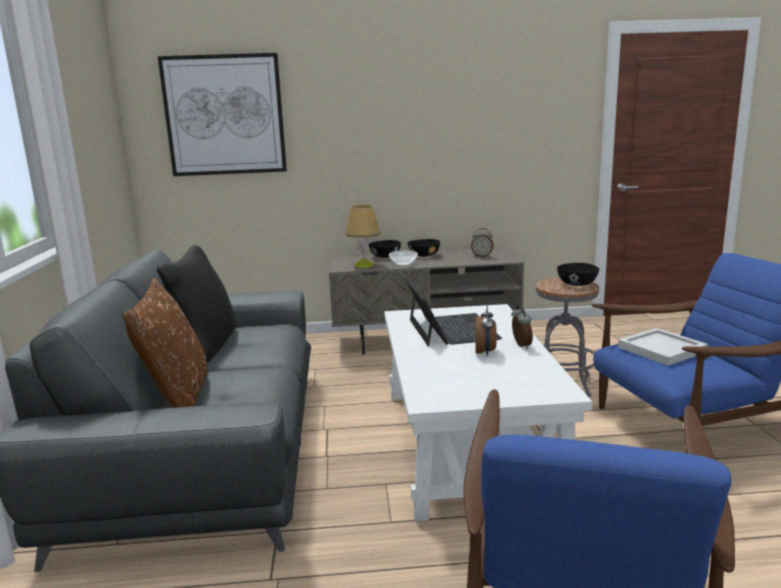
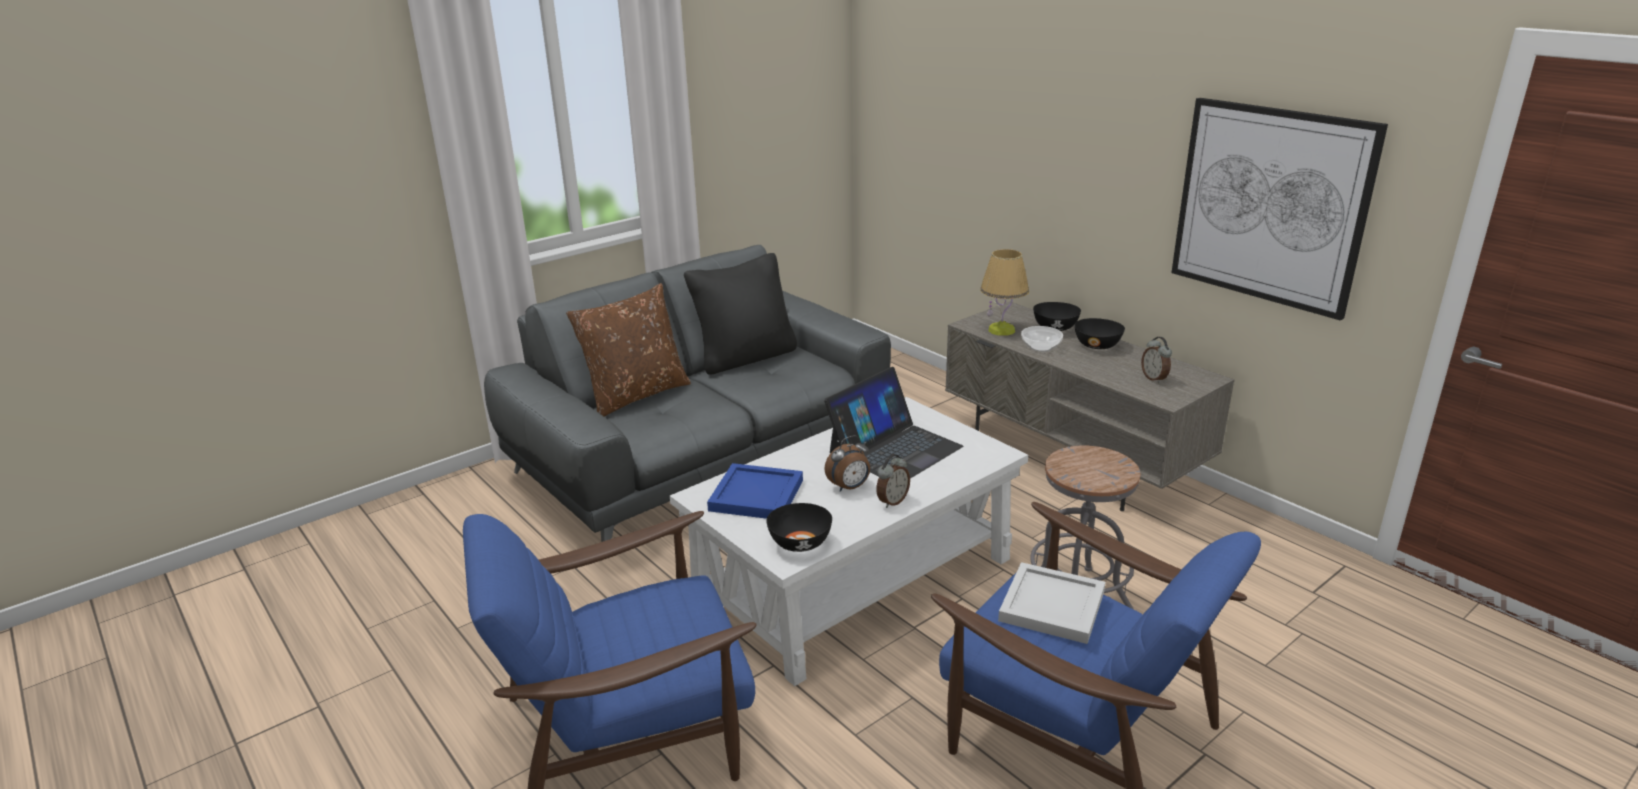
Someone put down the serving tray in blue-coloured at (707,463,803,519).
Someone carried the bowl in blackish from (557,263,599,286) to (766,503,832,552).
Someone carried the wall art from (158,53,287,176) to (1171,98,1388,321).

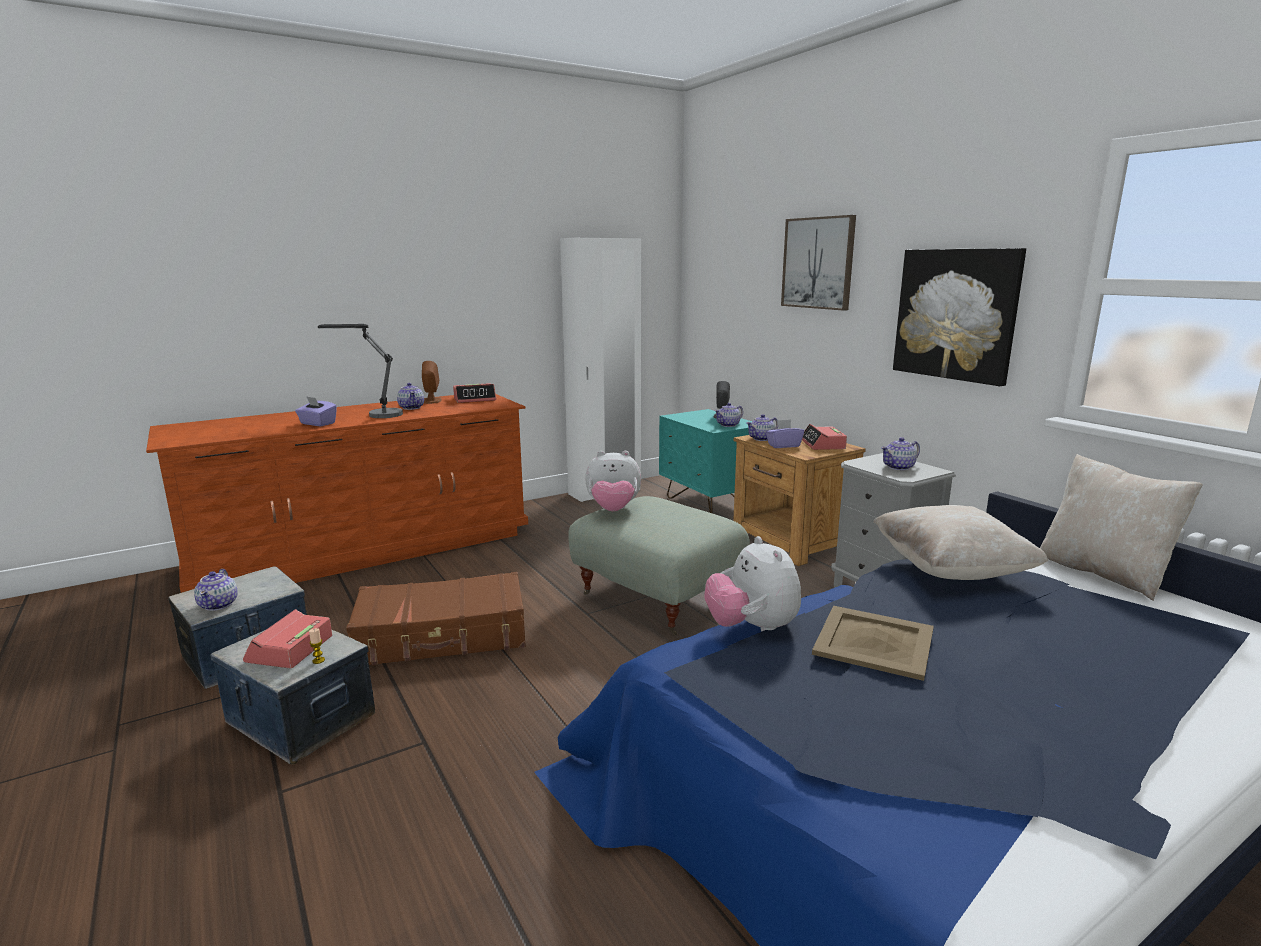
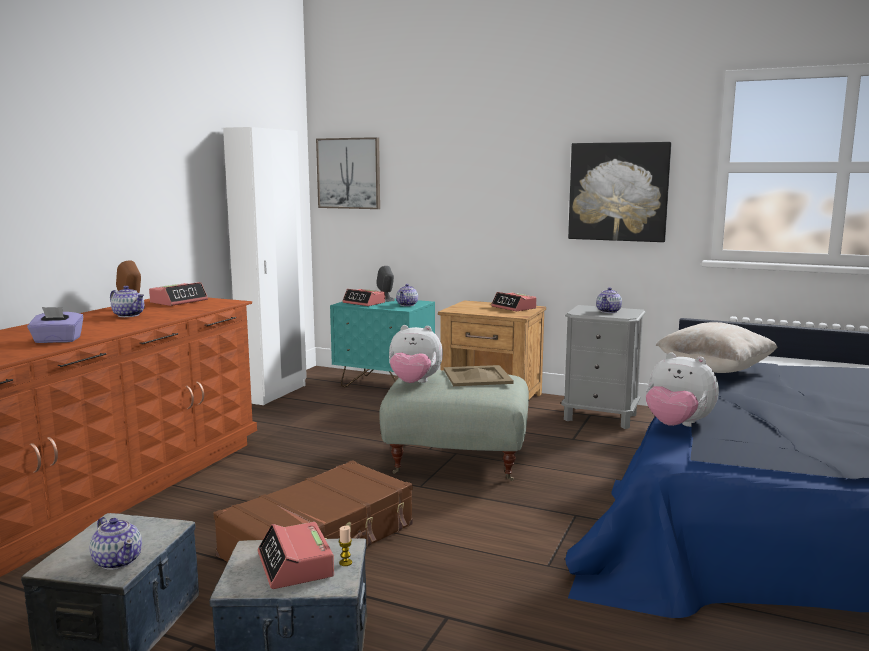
Someone carried the wall art from (781,215,856,311) to (316,137,380,209).
Someone put down the table clock at (342,289,385,306).
Someone rotated the soft toy at (585,451,641,511) by 45 degrees clockwise.
Someone carried the serving tray in beige-coloured from (812,606,934,681) to (444,365,514,386).
Someone took away the table lamp at (318,324,403,418).
Someone took away the tea pot at (746,414,778,441).
Someone took away the box of tissues in purplish at (766,419,804,448).
Someone took away the pillow in beige-coloured at (1040,454,1203,601).

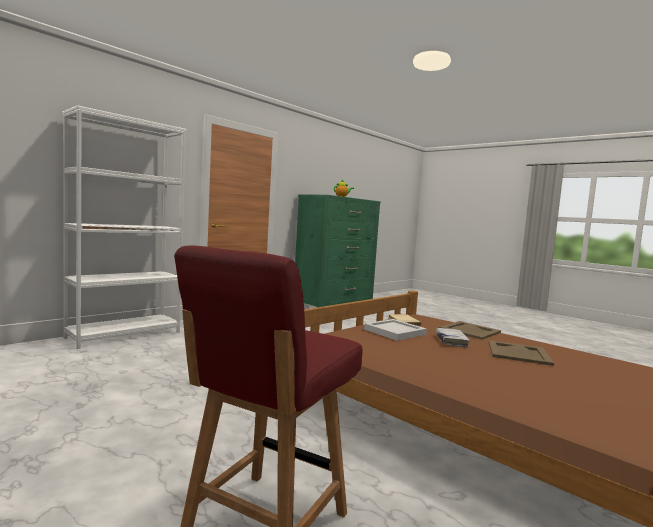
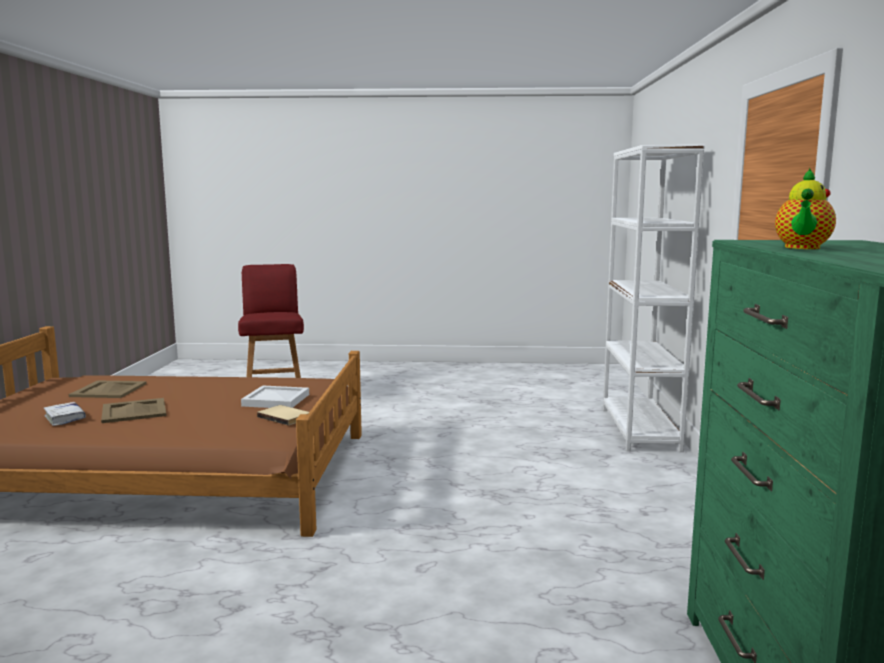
Someone carried the bound book in white from (436,328,470,348) to (44,402,86,426).
Someone carried the serving tray in beige-coloured from (439,321,501,340) to (69,380,146,398).

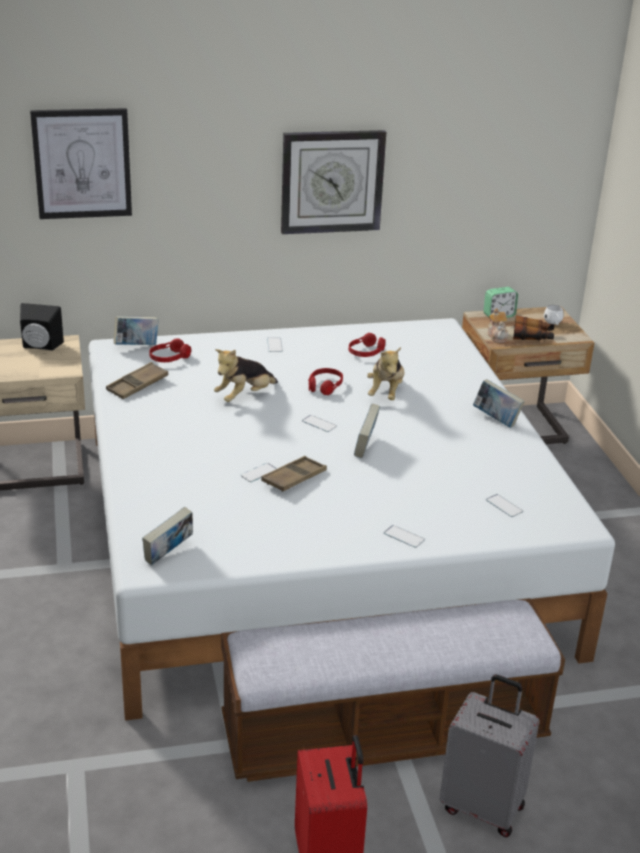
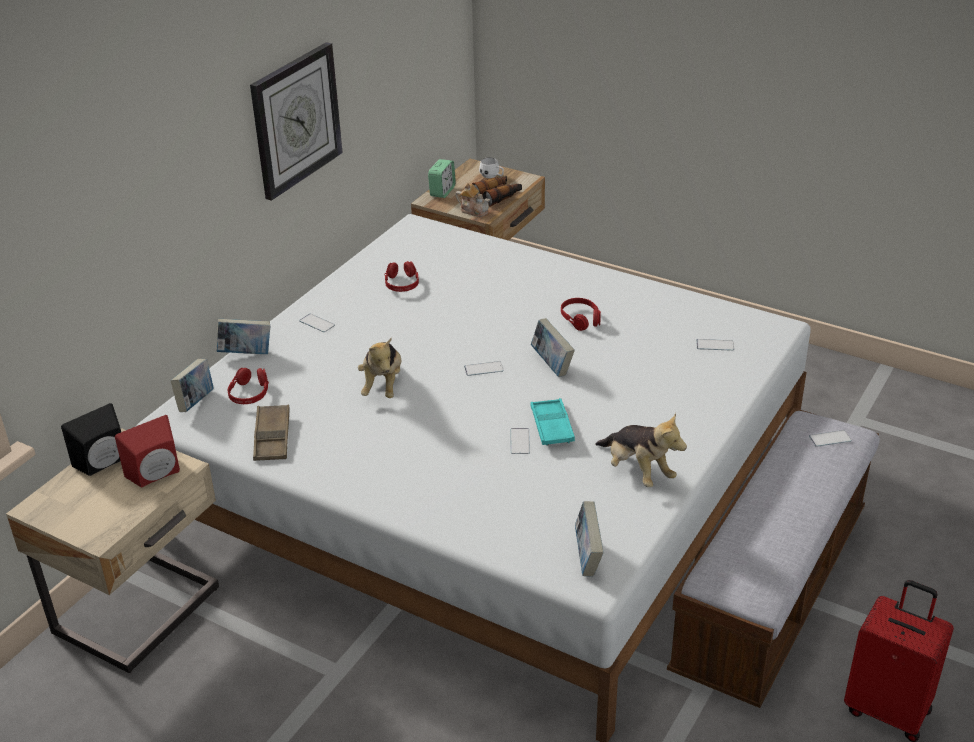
Someone put down the speaker in red-coloured at (115,415,180,487).
Someone carried the bound book from (473,379,525,428) to (217,319,271,354).
Someone repainted the serving tray in brownish at (261,456,327,492), which became the serving tray in turquoise-coloured at (531,398,575,446).
Someone carried the pair of headphones in red-coloured from (308,368,343,395) to (561,298,601,331).
Someone carried the soft toy from (367,347,404,400) to (595,413,687,487).
Someone carried the telephone from (384,525,425,548) to (809,430,852,447).
Someone took away the wall art at (30,108,132,219).
Someone took away the travel case in greyish at (440,674,539,837).

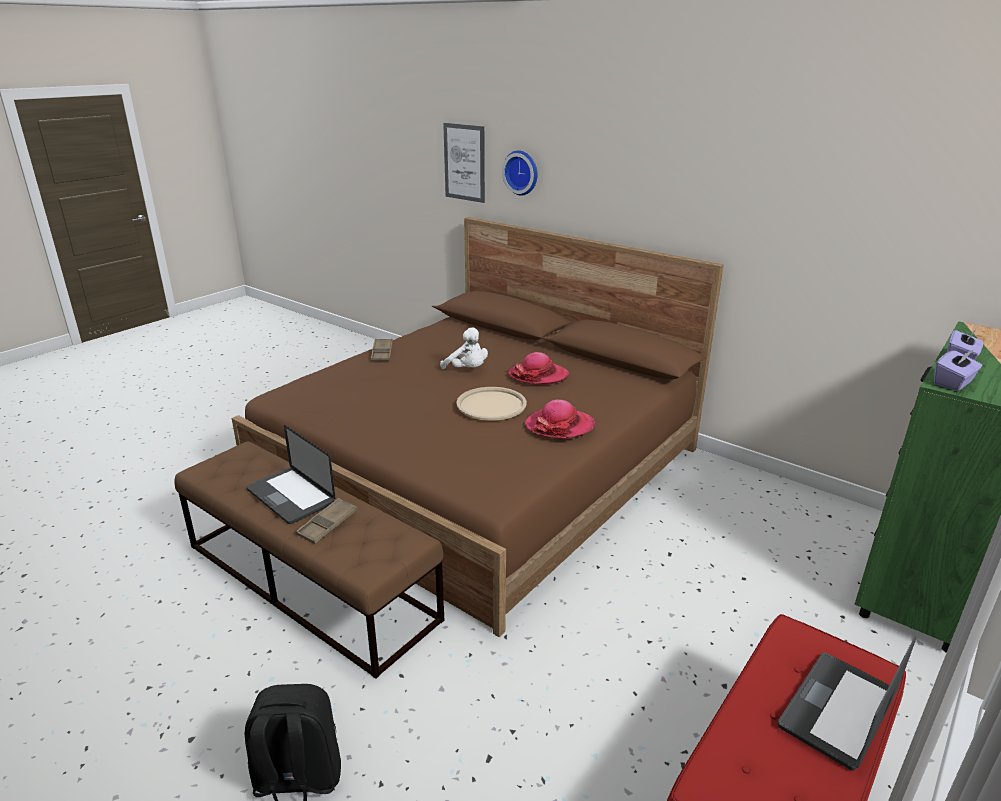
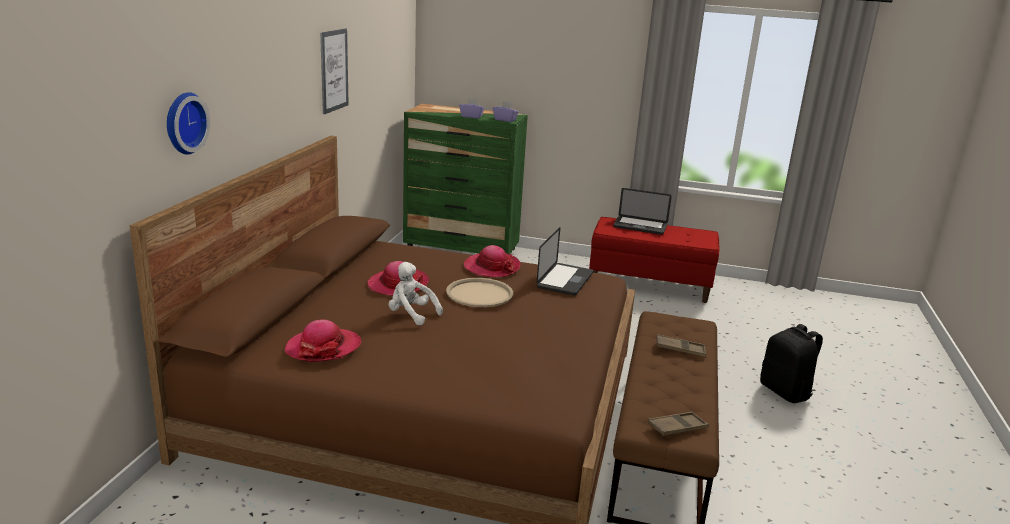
Someone put down the wearable hat at (285,319,361,362).
Someone carried the wall art from (443,123,485,203) to (320,28,349,114).
Someone rotated the soft toy in white at (440,327,488,369) by 75 degrees counterclockwise.
Someone carried the portable computer from (246,425,335,524) to (537,227,594,296).
Someone carried the serving tray in brownish from (371,339,393,361) to (647,412,709,436).

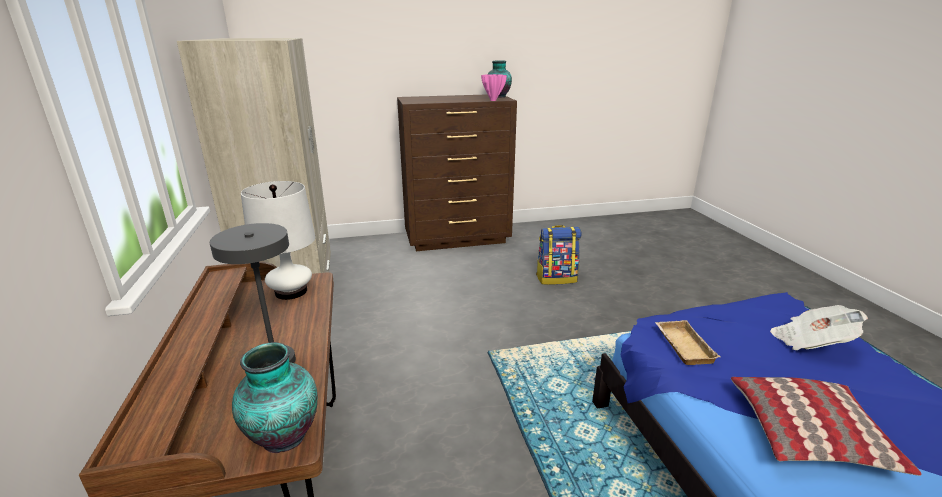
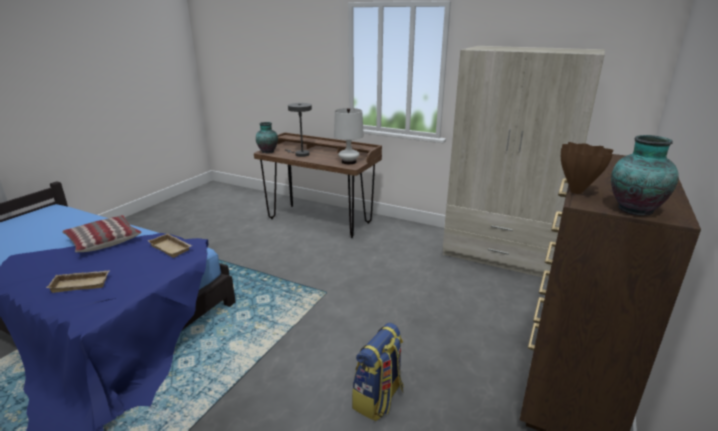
Someone swapped the daily paper at (770,305,868,350) for the serving tray in beige-coloured at (46,270,110,293).
Someone repainted the flower vase in pink-coloured at (481,74,507,101), which became the flower vase in brownish at (561,142,613,194).

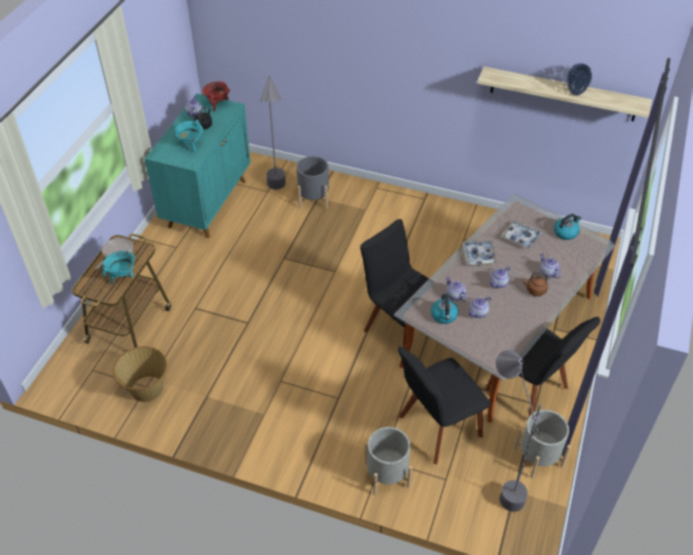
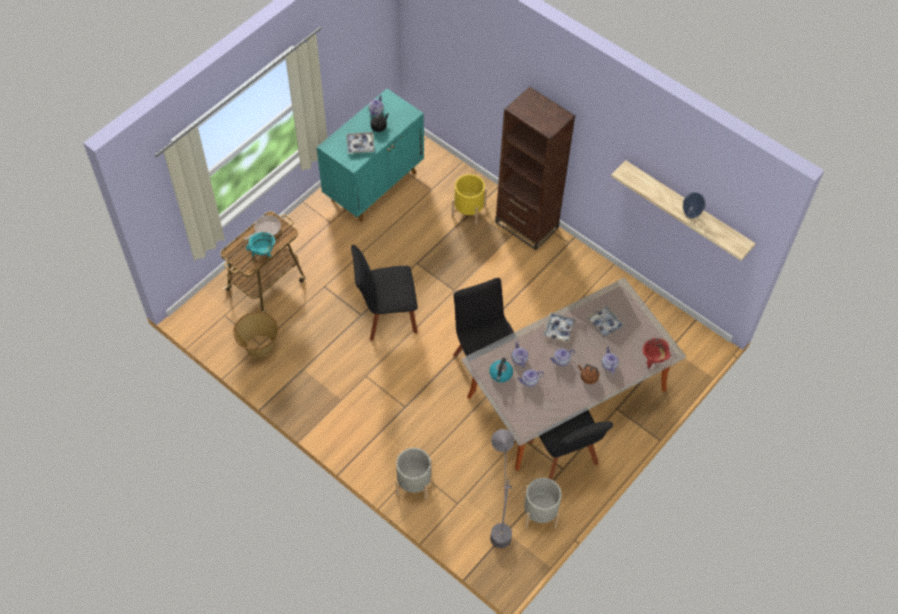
Someone swapped the cooking pot in turquoise-coloured at (175,119,203,152) for the serving tray at (346,132,375,153).
Someone carried the chair in blackish from (398,347,491,464) to (351,245,418,341).
Someone repainted the flower pot in greyish at (297,156,329,209), which became the flower pot in yellow at (452,174,487,225).
Someone put down the bookcase in brownish at (495,86,575,250).
Someone carried the cooking pot in red-coloured from (202,81,230,112) to (643,338,671,369).
Someone took away the standing lamp in greyish at (261,76,286,190).
Someone took away the tea kettle at (554,214,581,240).

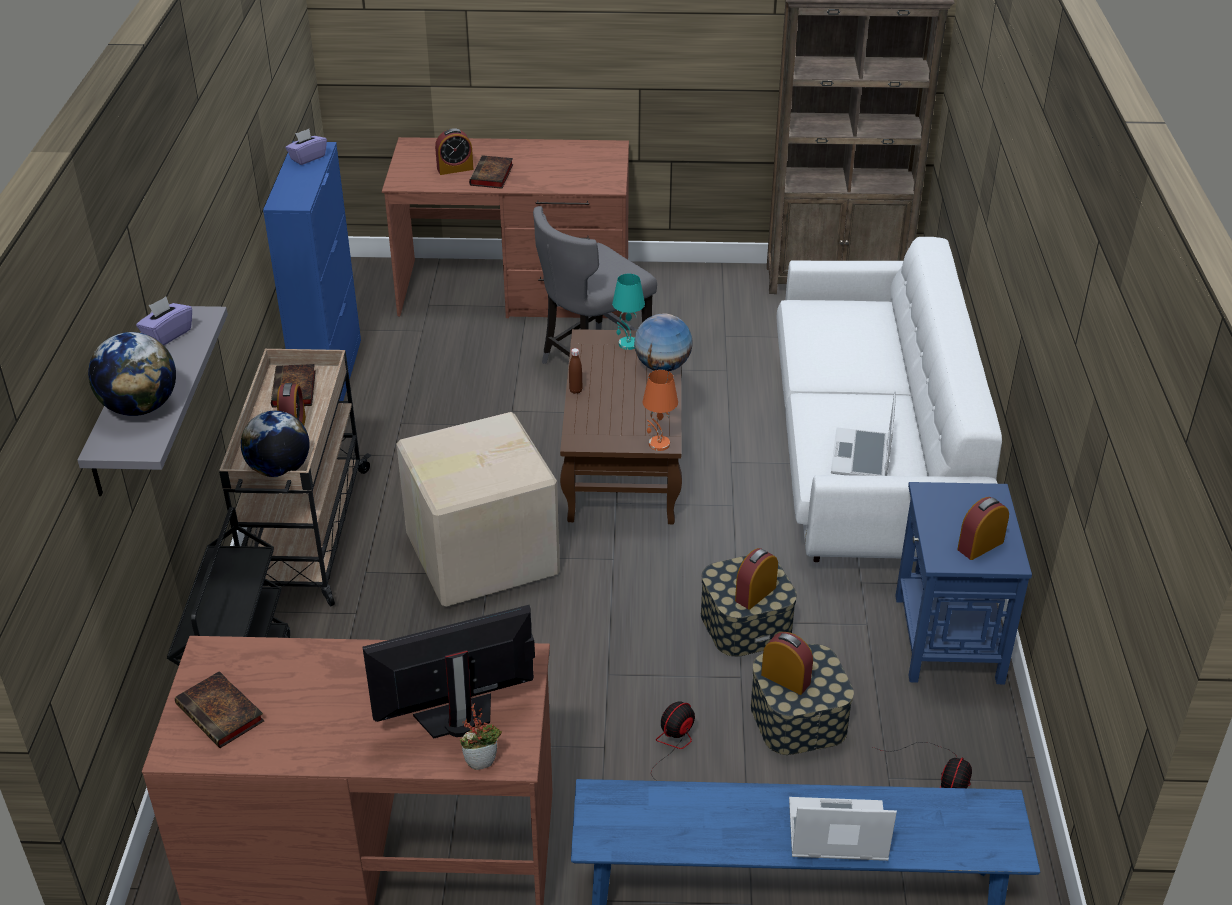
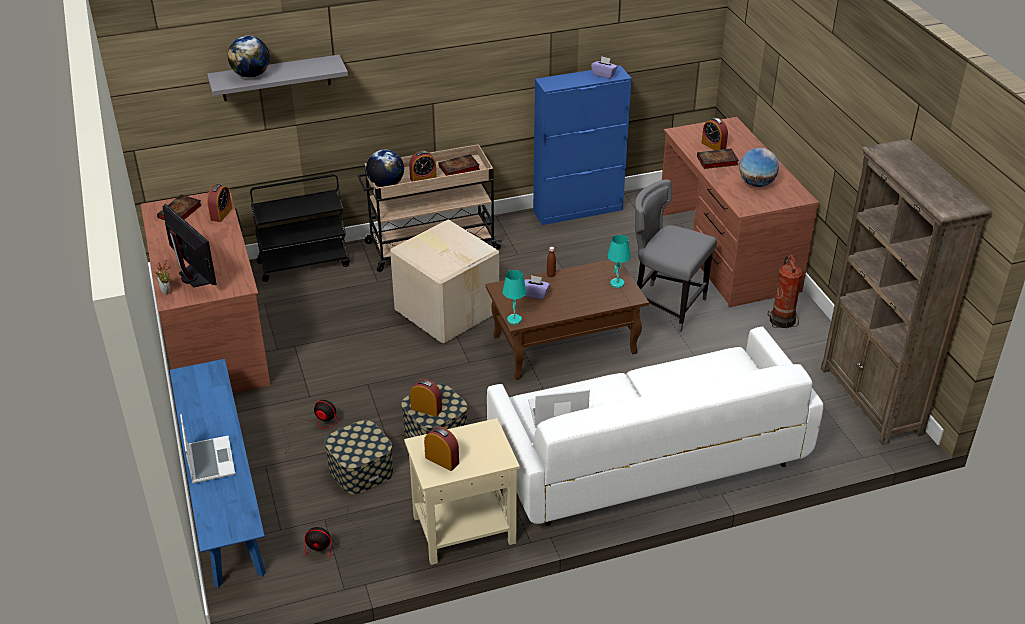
Someone carried the table clock from (761,632,813,695) to (207,184,232,222).
Someone repainted the end table in blue-coloured at (896,482,1032,684), which became the end table in beige-coloured at (404,418,520,565).
Someone repainted the table lamp in orange-coloured at (643,370,678,451), which became the table lamp in turquoise-coloured at (502,270,527,325).
Someone carried the box of tissues in purplish from (136,297,192,345) to (524,275,550,299).
Someone carried the world globe from (634,313,693,371) to (739,148,779,187).
Someone put down the extinguisher at (767,255,802,328).

